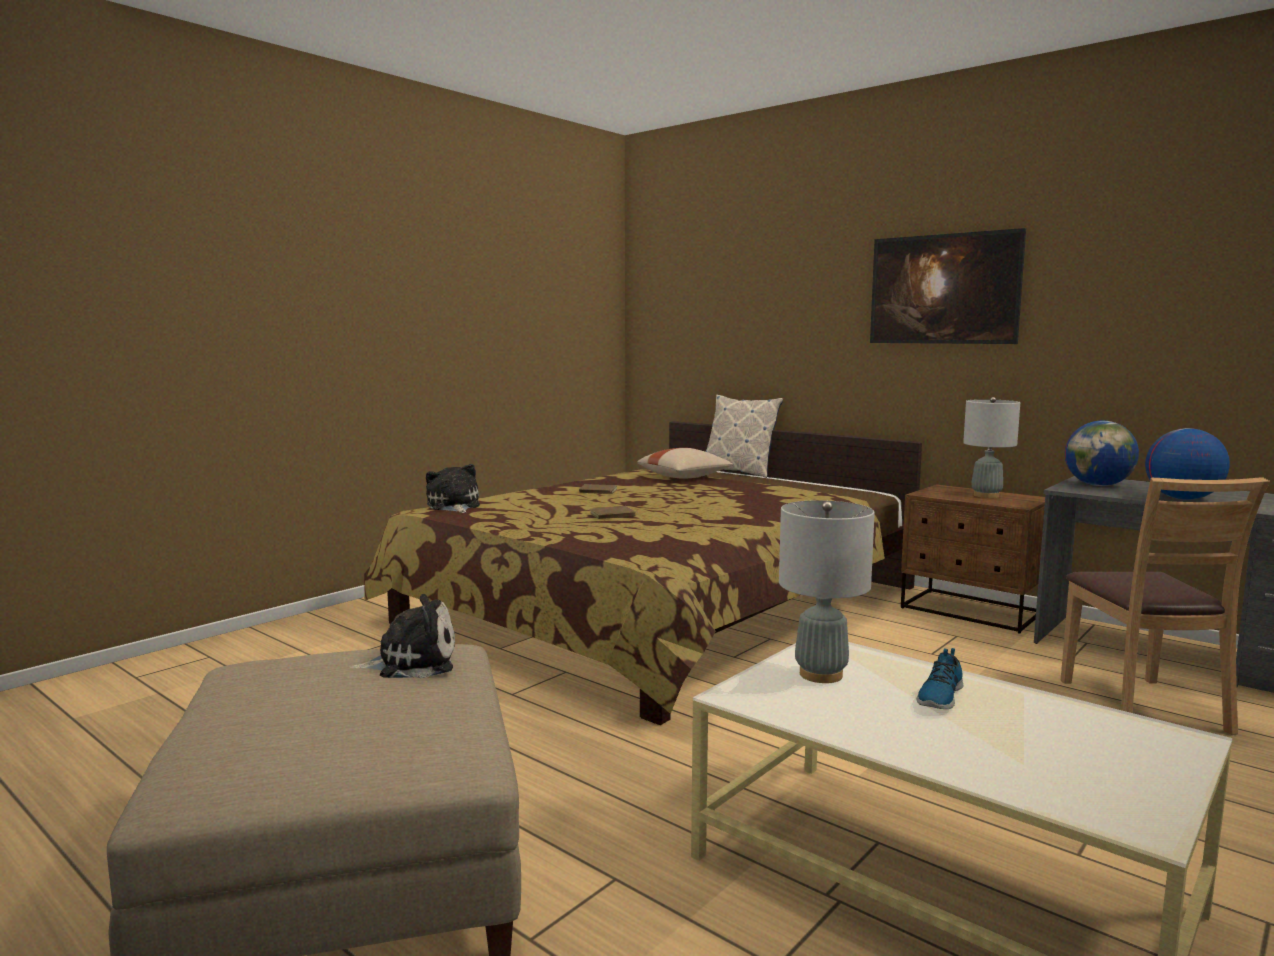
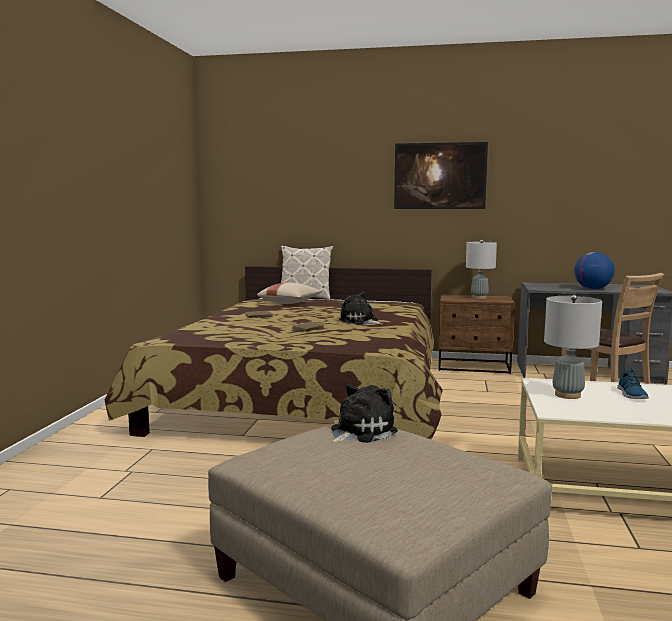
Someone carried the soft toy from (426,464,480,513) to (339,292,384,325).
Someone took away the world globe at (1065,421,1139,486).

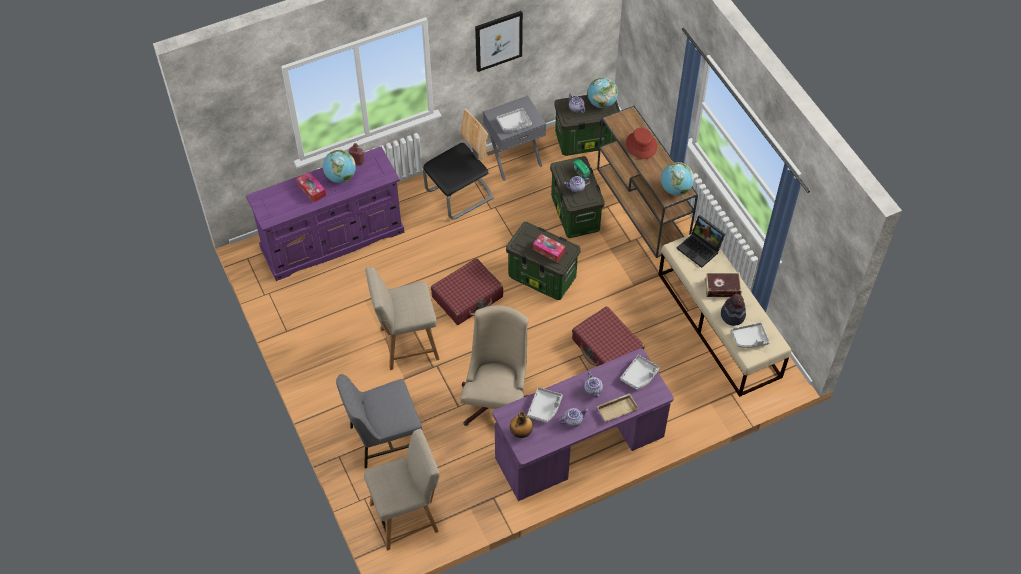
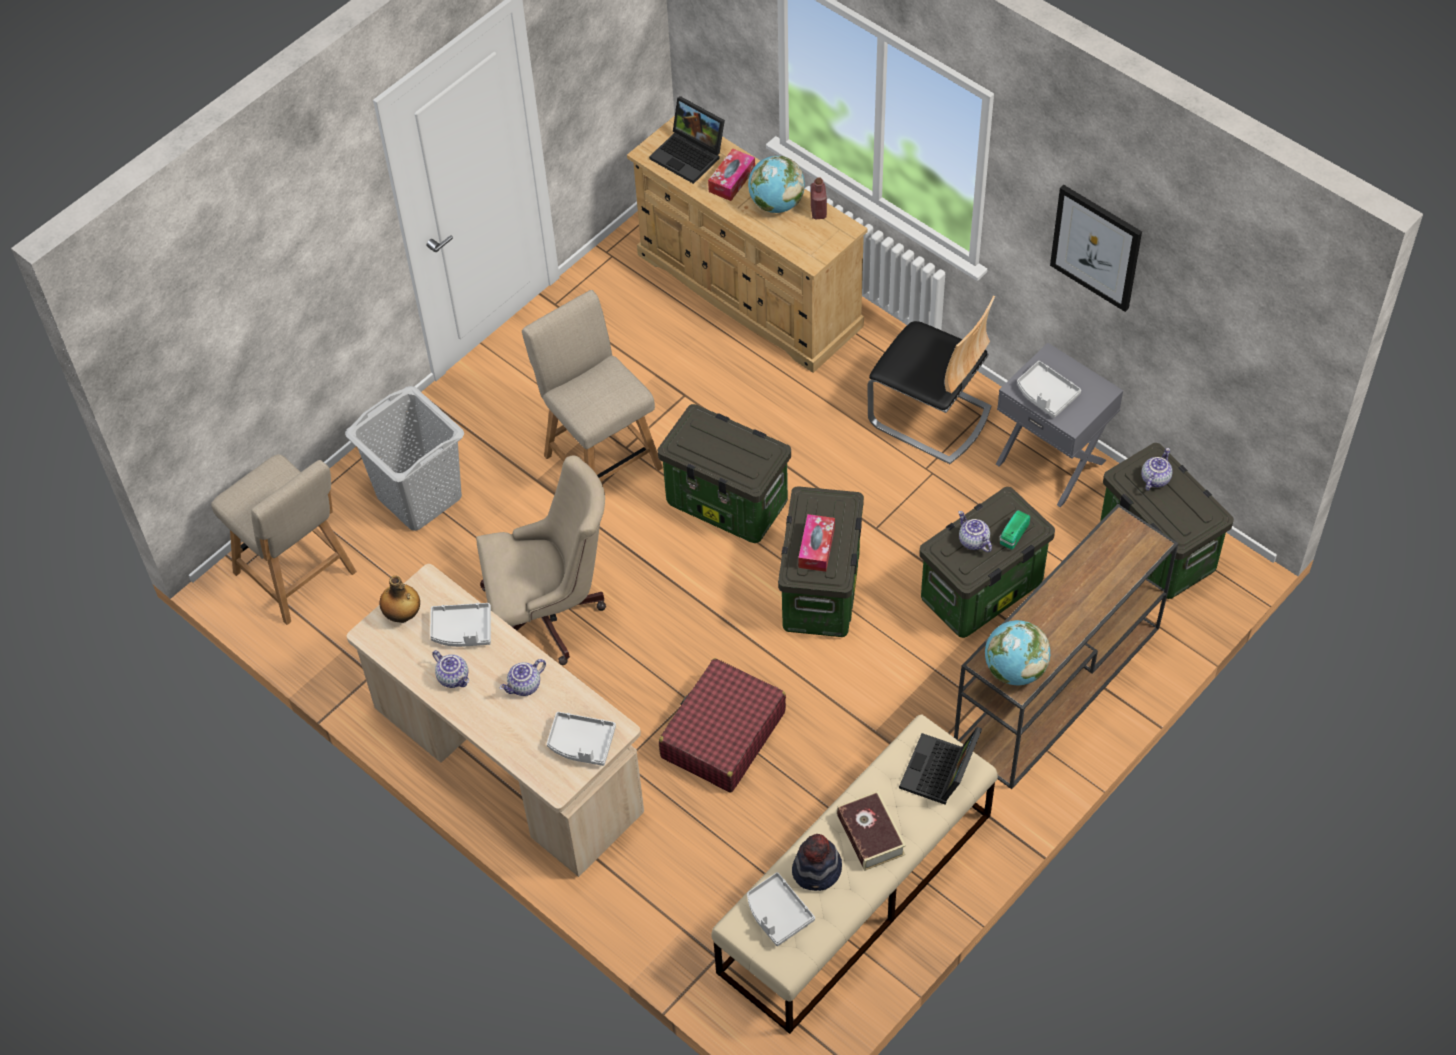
Someone swapped the chair in greyish at (336,374,422,468) for the laundry basket in greyish at (345,386,464,531).
Someone repainted the desk in purplish at (493,348,674,501), which became the desk in beige-coloured at (347,564,644,877).
Someone repainted the chest of drawers in purplish at (246,147,405,281), which became the chest of drawers in beige-coloured at (627,116,868,373).
Someone put down the portable computer at (649,96,725,184).
Someone swapped the travel case in red-coloured at (431,258,503,325) for the storage bin at (658,404,791,543).
Someone took away the world globe at (587,77,618,108).
Someone took away the serving tray in beige-coloured at (597,393,639,422).
Someone took away the wearable hat in red-coloured at (626,127,657,159).

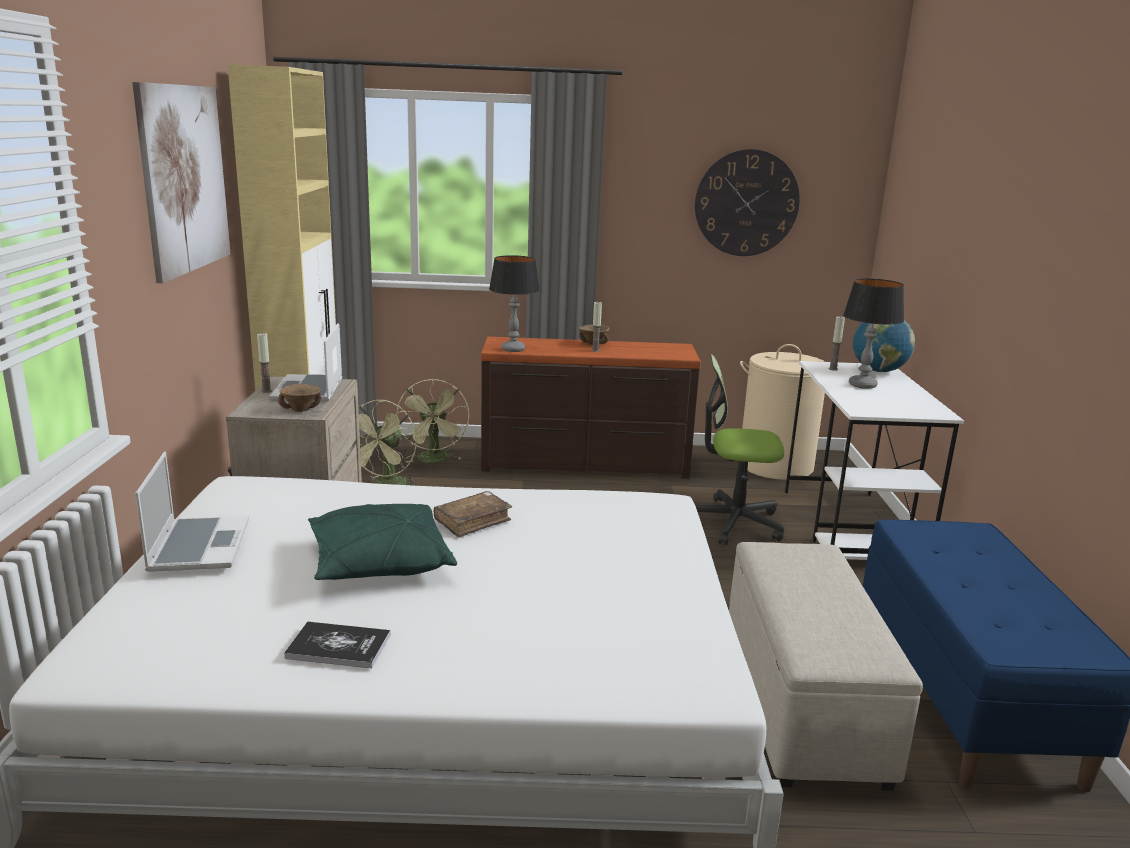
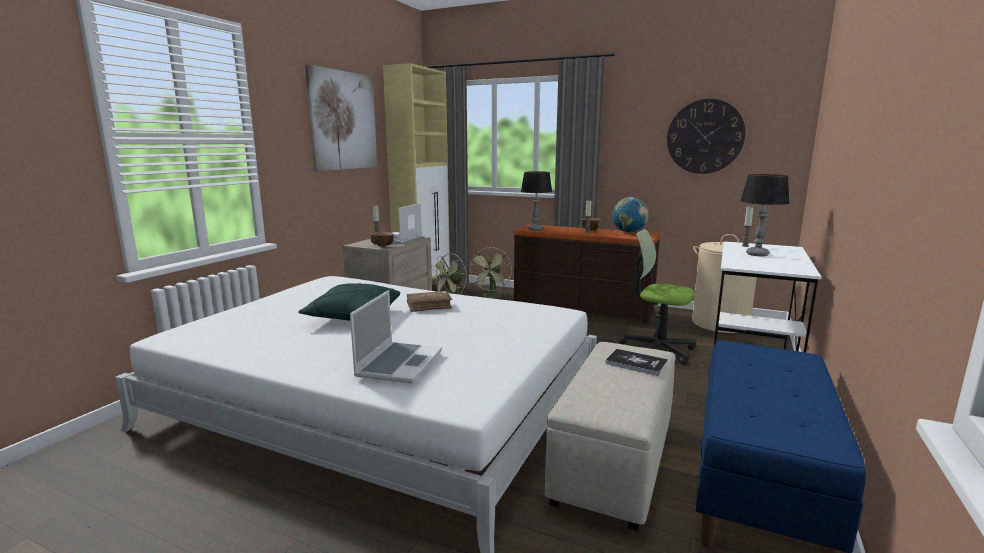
Someone carried the portable computer from (135,452,249,572) to (350,290,442,384).
Someone carried the bound book from (284,622,390,668) to (605,349,668,376).
Someone carried the world globe from (853,320,915,372) to (612,197,649,233).

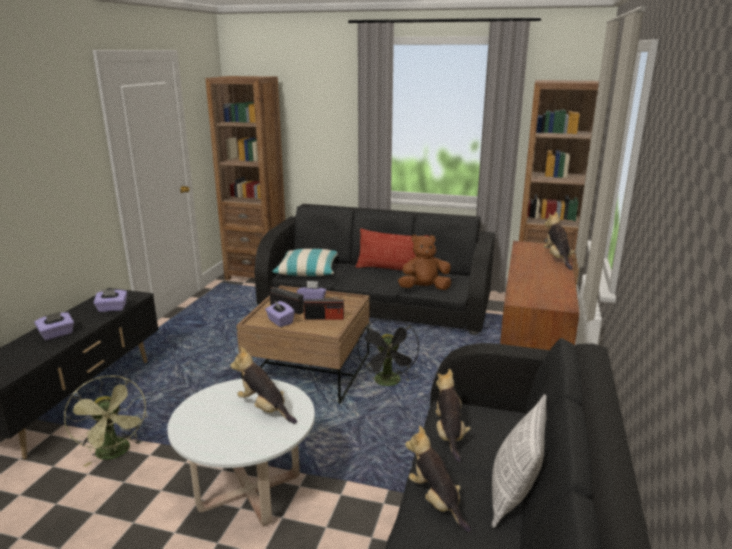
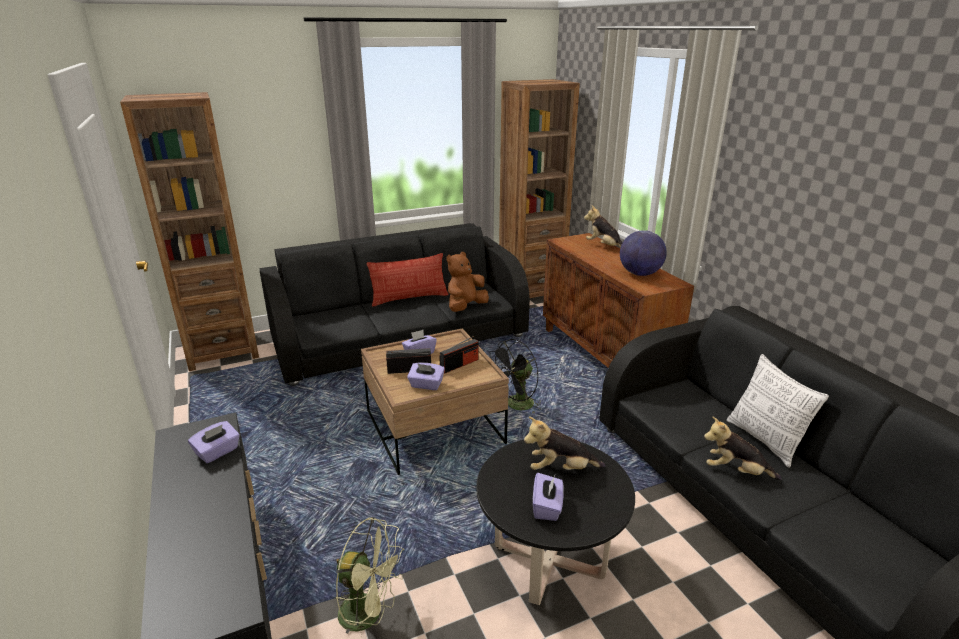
Someone repainted the coffee table in white at (167,379,315,526), which became the coffee table in blackish at (477,440,635,605).
Someone rotated the electric fan in blackish at (357,317,419,386) by 90 degrees clockwise.
Someone carried the box of tissues in purplish from (34,312,74,340) to (533,473,564,521).
Someone put down the world globe at (620,230,667,276).
Someone took away the pillow at (272,249,338,276).
Someone took away the soft toy at (436,369,471,463).

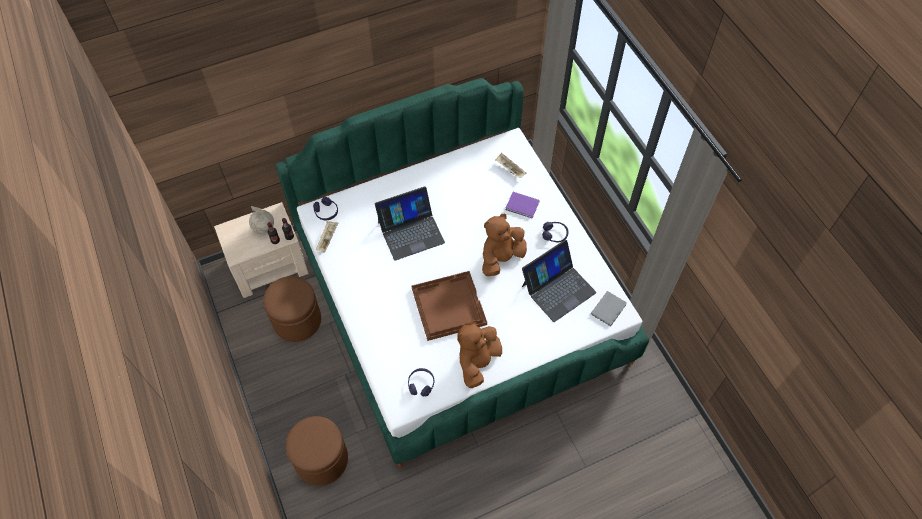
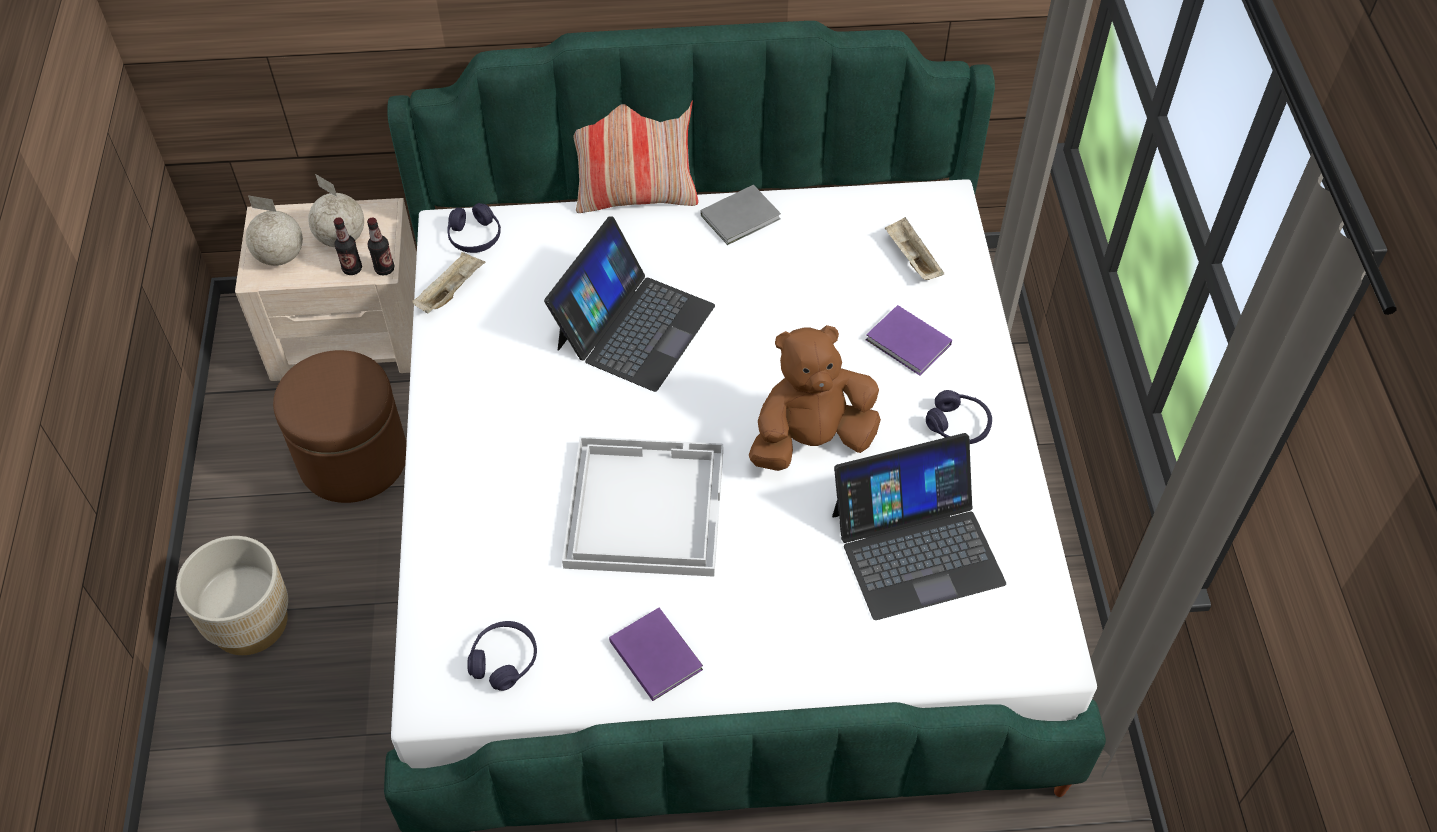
Someone put down the flower pot in beige-coloured at (176,536,288,655).
Someone put down the world globe at (246,195,303,266).
Someone rotated the portable computer at (375,186,445,261) by 60 degrees counterclockwise.
Someone repainted the serving tray in brownish at (412,271,487,341), which became the serving tray in white at (562,437,723,577).
Someone put down the pillow at (573,100,699,213).
Someone swapped the soft toy in brownish at (457,320,502,388) for the bound book in purplish at (609,608,703,701).
Someone carried the bound book in greyish from (591,291,627,327) to (701,185,781,245).
Someone took away the footrest in brownish at (286,416,348,486).

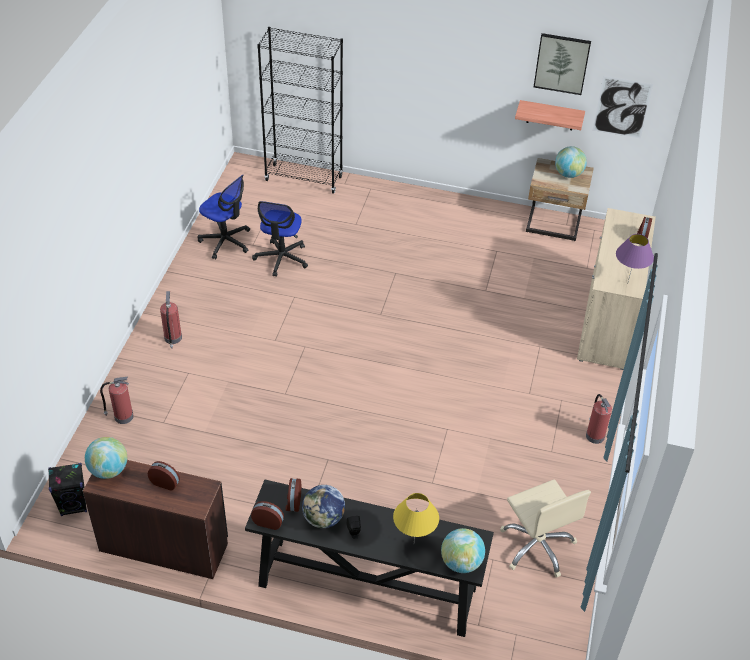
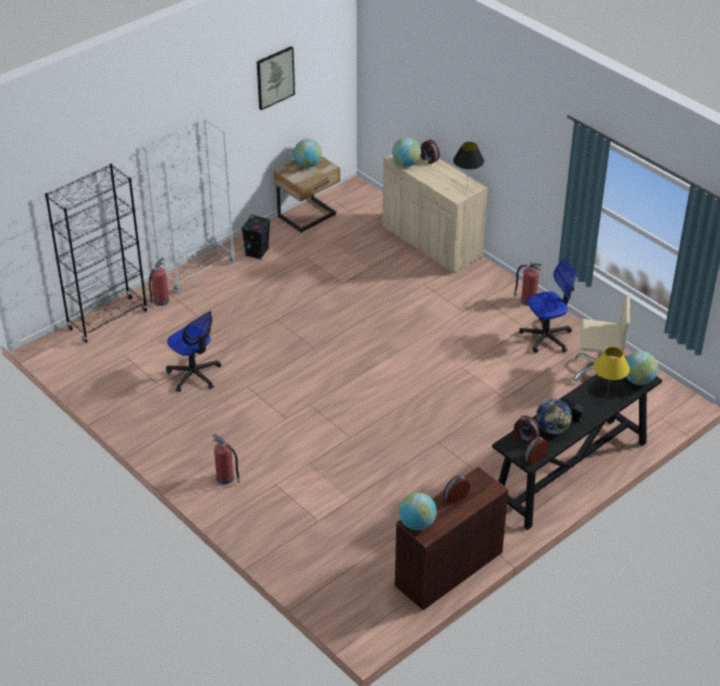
Someone put down the bookcase in white at (144,118,235,292).
Someone carried the extinguisher from (100,377,134,424) to (149,257,169,308).
Someone carried the speaker in blackish from (48,463,87,516) to (241,214,270,260).
Someone put down the world globe at (392,137,421,167).
Someone repainted the table lamp in purplish at (616,234,654,282), which became the table lamp in blackish at (453,142,484,185).
Someone carried the desk chair from (198,175,250,259) to (519,259,577,353).
Someone took away the shelf at (515,100,585,130).
Someone took away the wall art at (593,76,653,139).

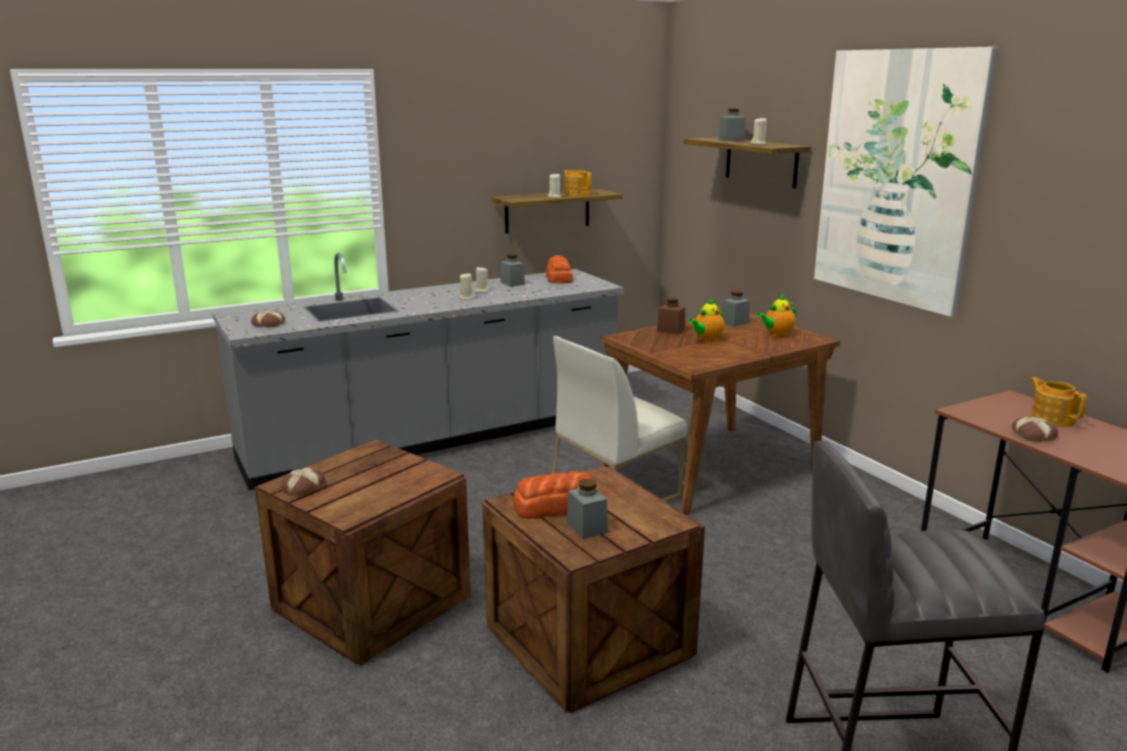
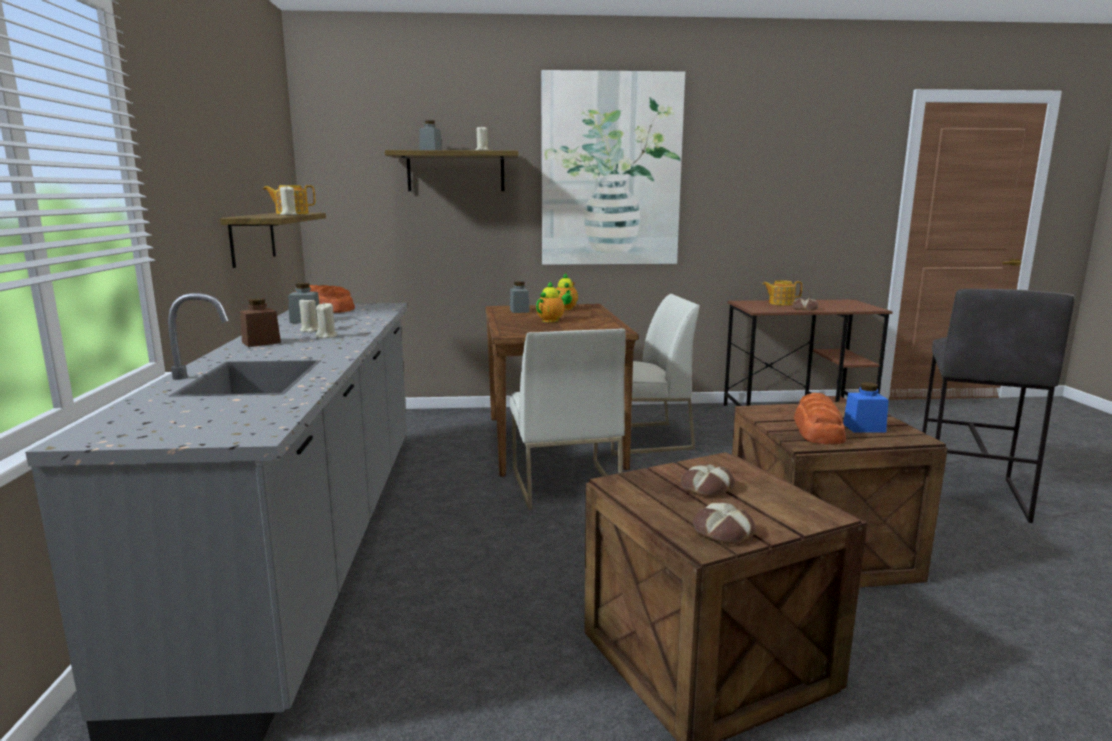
Someone carried the jar in brownish from (657,298,685,335) to (240,298,281,347).
Someone rotated the tea pot at (688,298,725,341) by 120 degrees counterclockwise.
Someone put down the chair in white at (611,294,700,455).
Someone carried the baked bread from (251,310,285,328) to (681,464,735,498).
Someone repainted the jar in greyish at (567,479,608,539), which became the jar in blue-coloured at (843,382,889,433).

